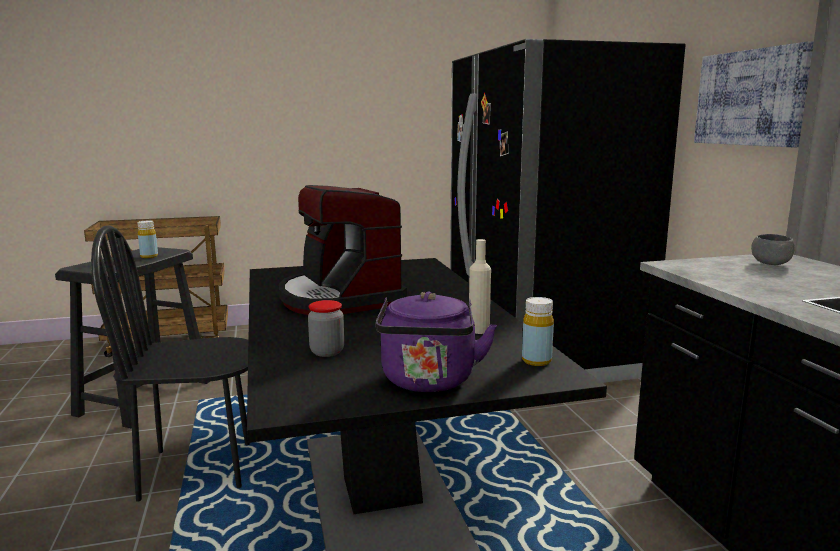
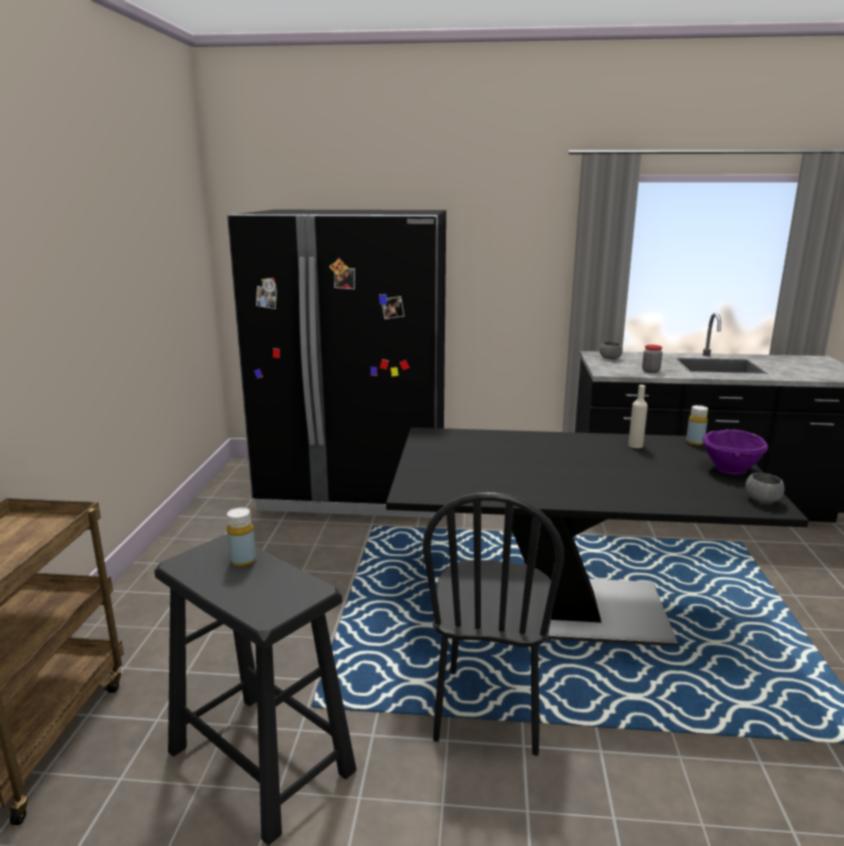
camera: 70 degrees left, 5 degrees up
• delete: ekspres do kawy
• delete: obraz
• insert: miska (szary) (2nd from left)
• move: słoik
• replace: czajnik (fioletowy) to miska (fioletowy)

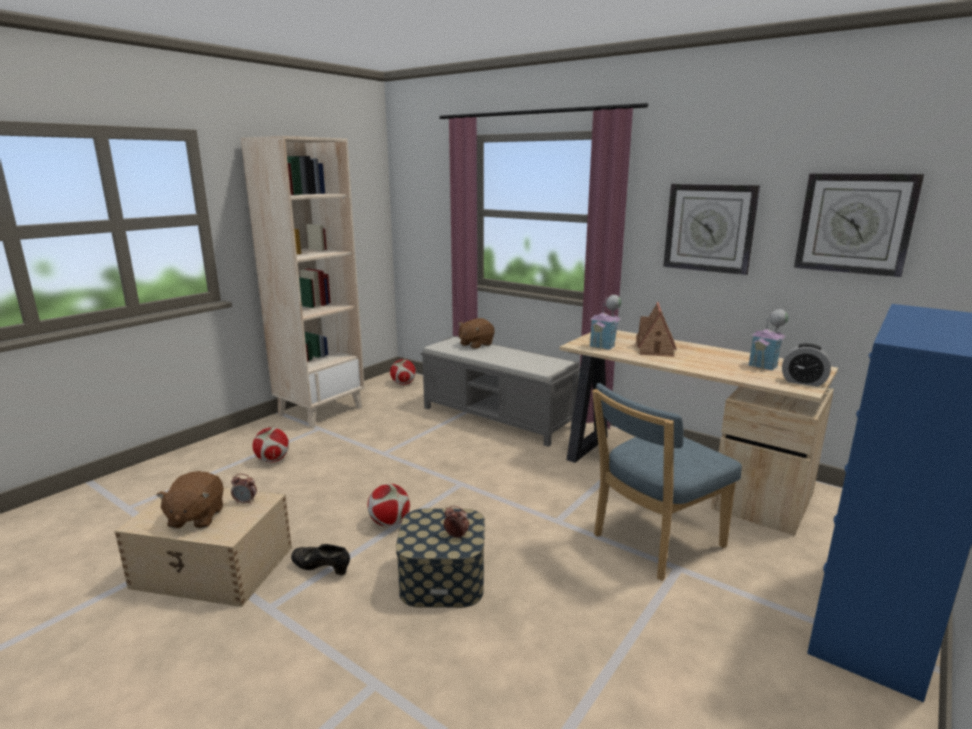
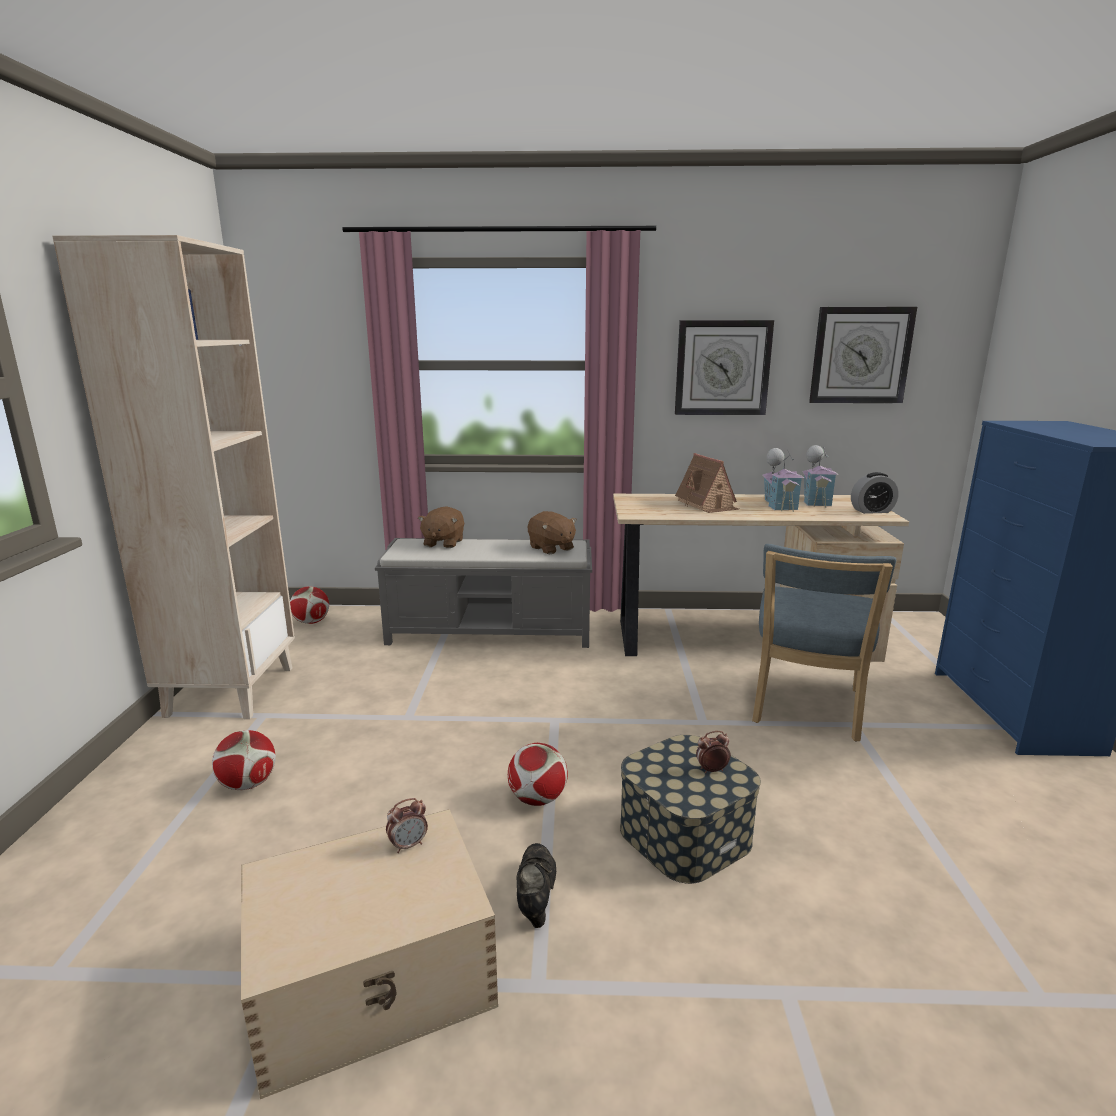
camera: 35 degrees left, 0 degrees up
• move: pluszak (brązowy) (1st from left in the first image) to pluszak (brązowy) (2nd from left)
• move: domek (1st from left in the first image) to domek (2nd from left)
• rotate: but (czarny) 105 degrees clockwise

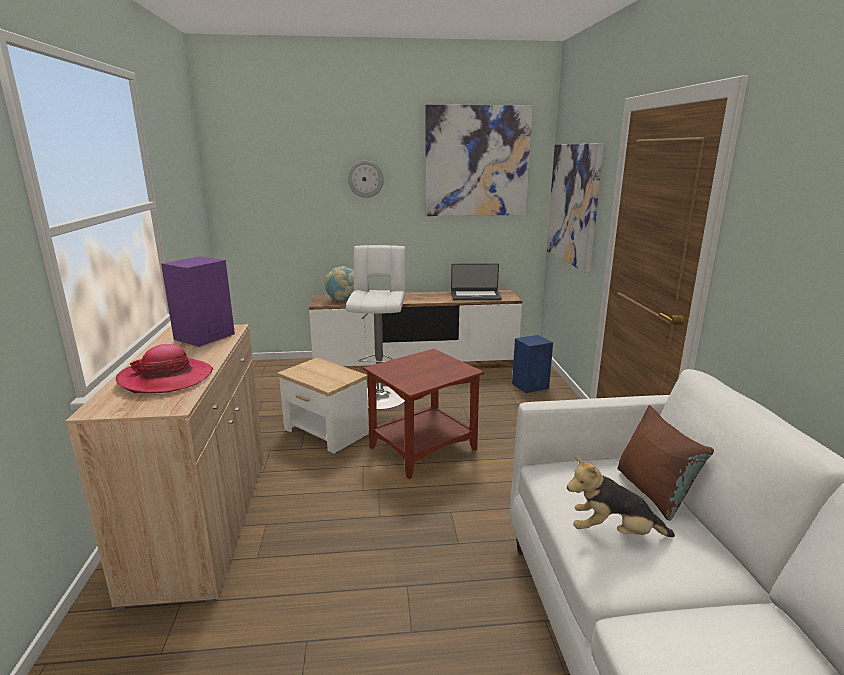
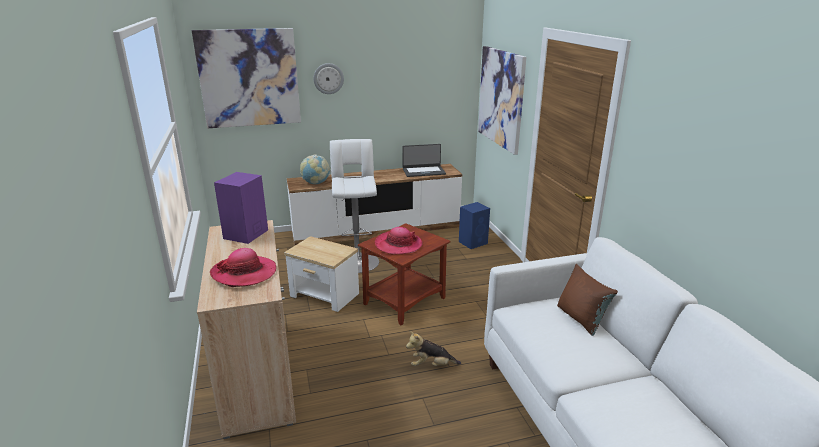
camera: 10 degrees left, 5 degrees up
• insert: kapelusz (2nd from left)
• move: obraz (1st from left)
• move: pluszak

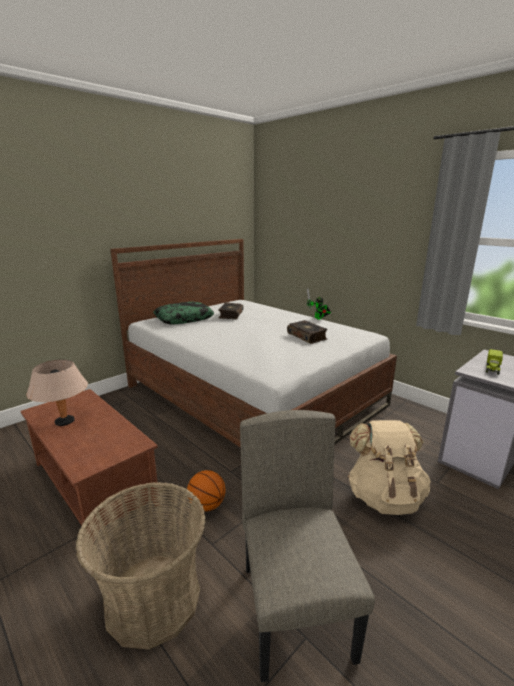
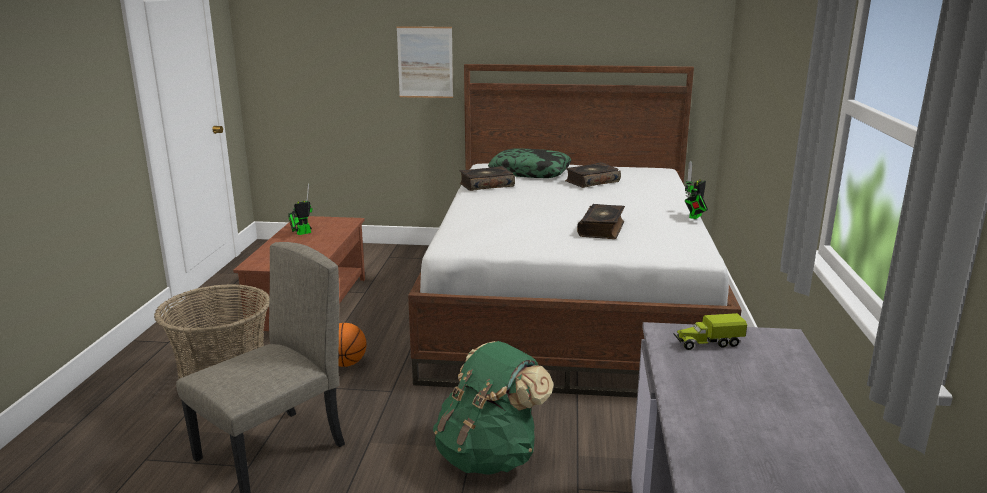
camera: 50 degrees right, 0 degrees up
• insert: obraz
• insert: książka (1st from left)
• replace: lampa stołowa (beżowy) to robot zabawkowy (1st from left)
• recolor: plecak (beżowy) to plecak (zielony)

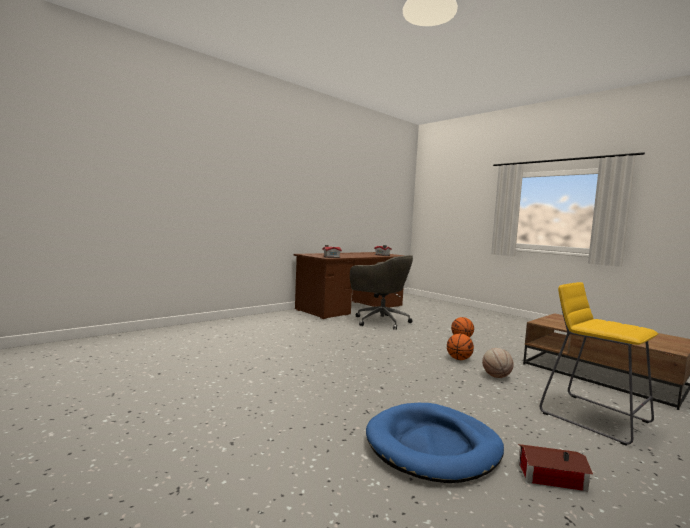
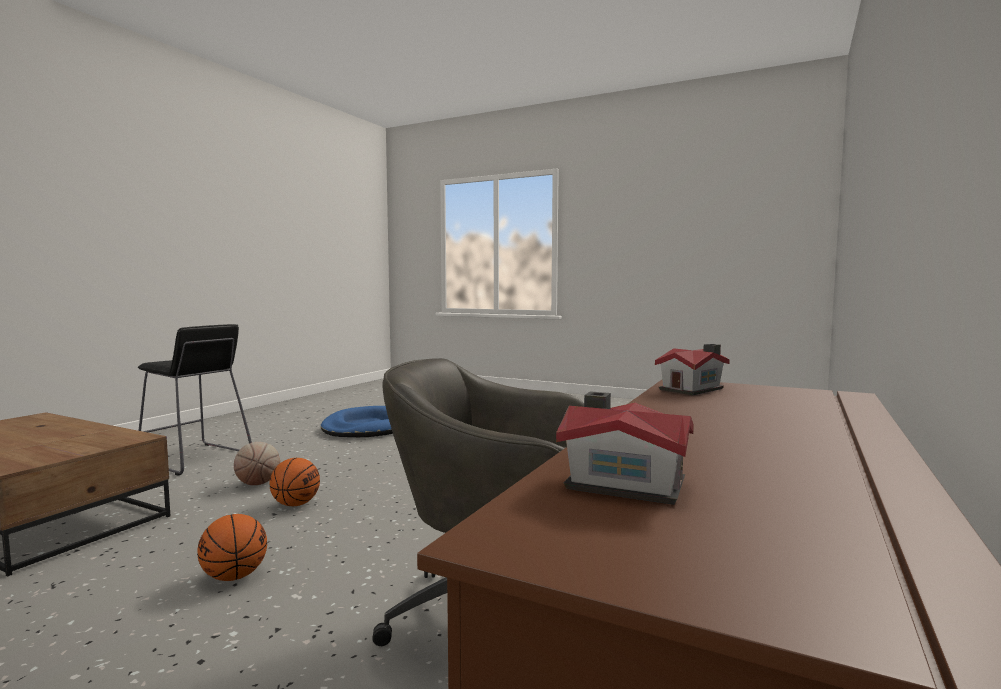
camera: 160 degrees right, 0 degrees up
• delete: domek (3rd from left)
• recolor: stołek (żółty) to stołek (czarny)

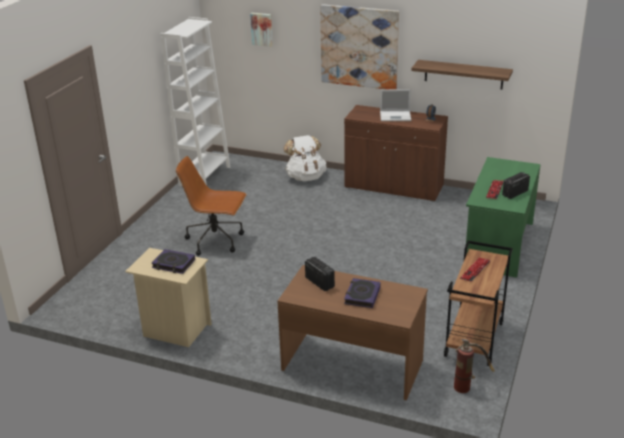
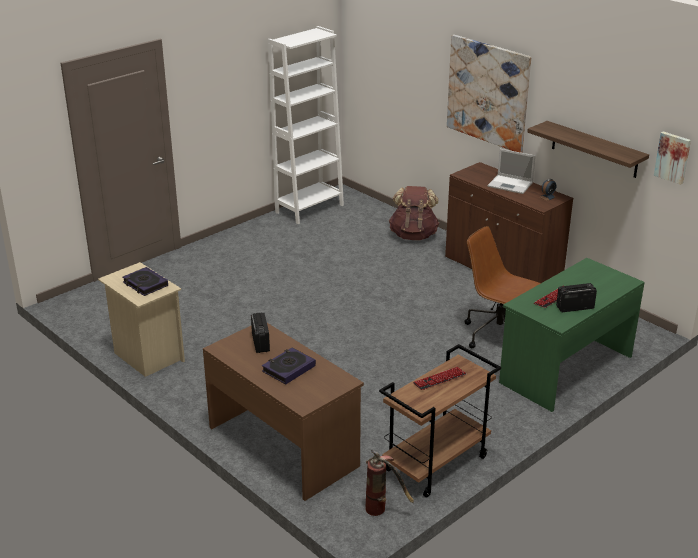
camera: 25 degrees right, 0 degrees up
• move: krzesło biurowe (brązowy)
• move: obraz (1st from left in the first image) to obraz (2nd from left)
• recolor: plecak (biały) to plecak (brązowy)

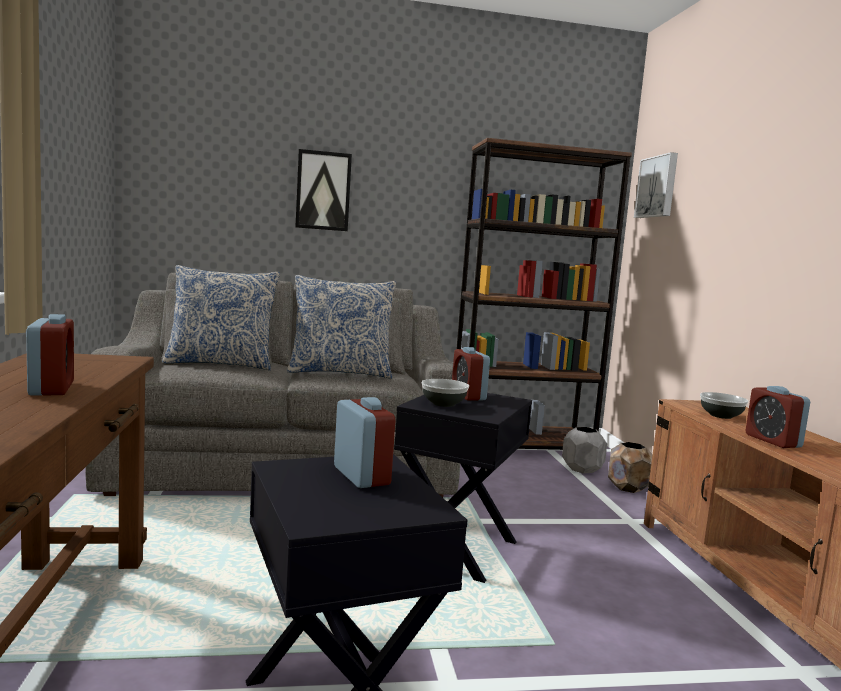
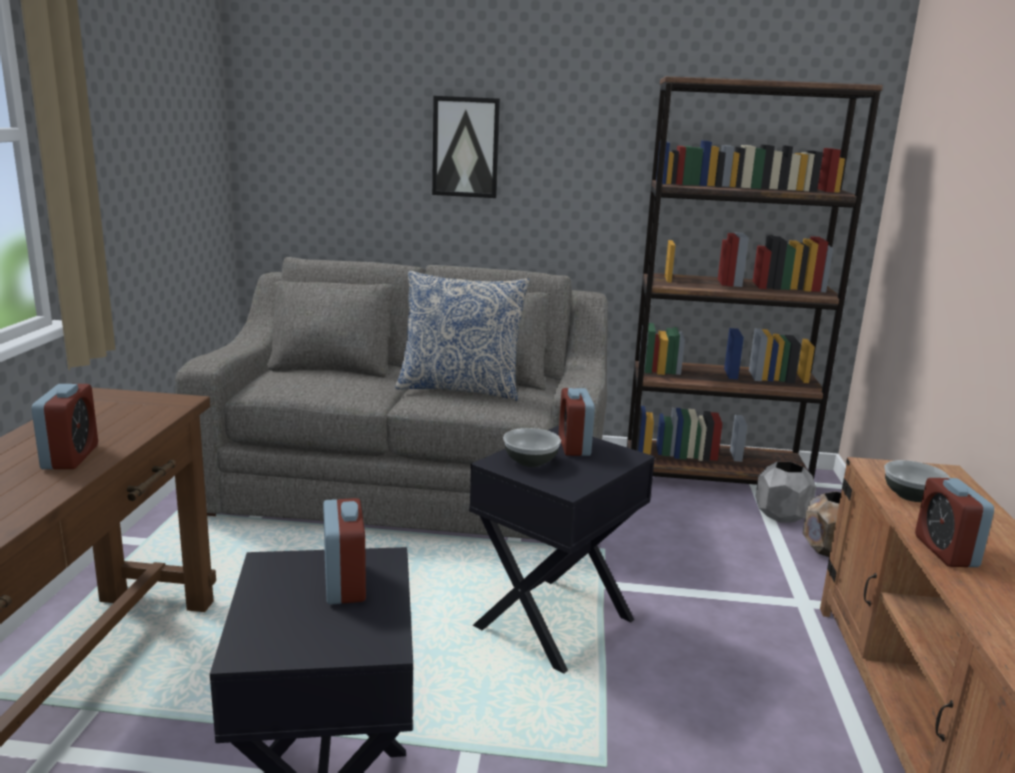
camera: 15 degrees right, 10 degrees up
• delete: poduszka (1st from left)
• delete: obraz (2nd from left)

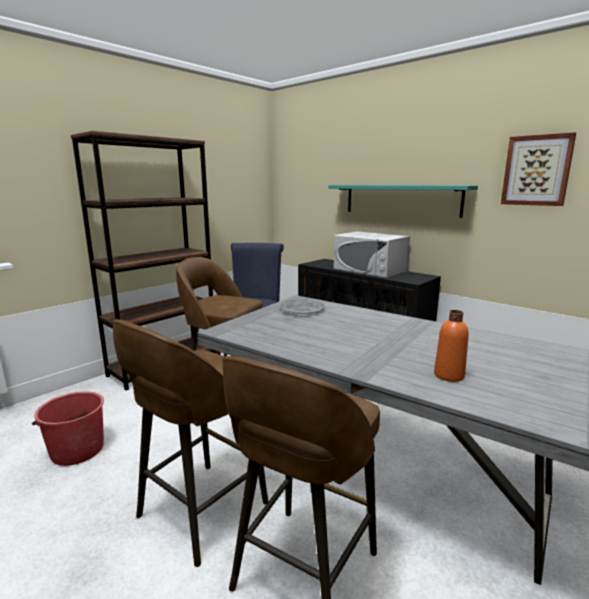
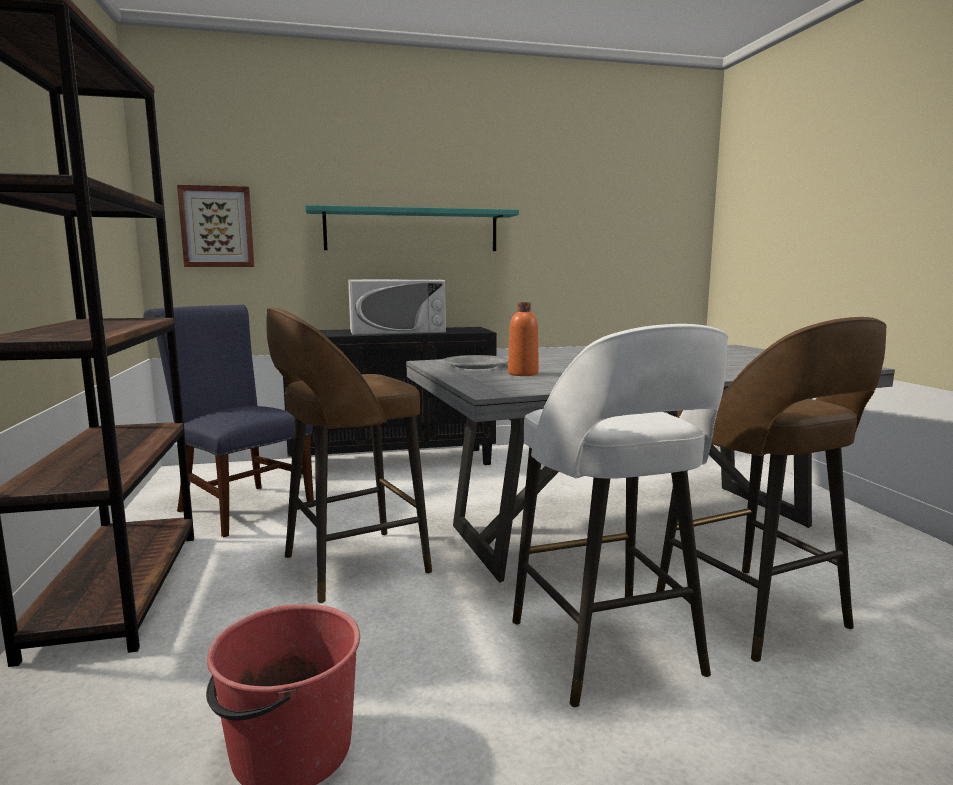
camera: 55 degrees left, 5 degrees down
• move: butelka (pomarańczowy)
• move: obraz
• recolor: stołek (brązowy) (1st from left) to stołek (biały)

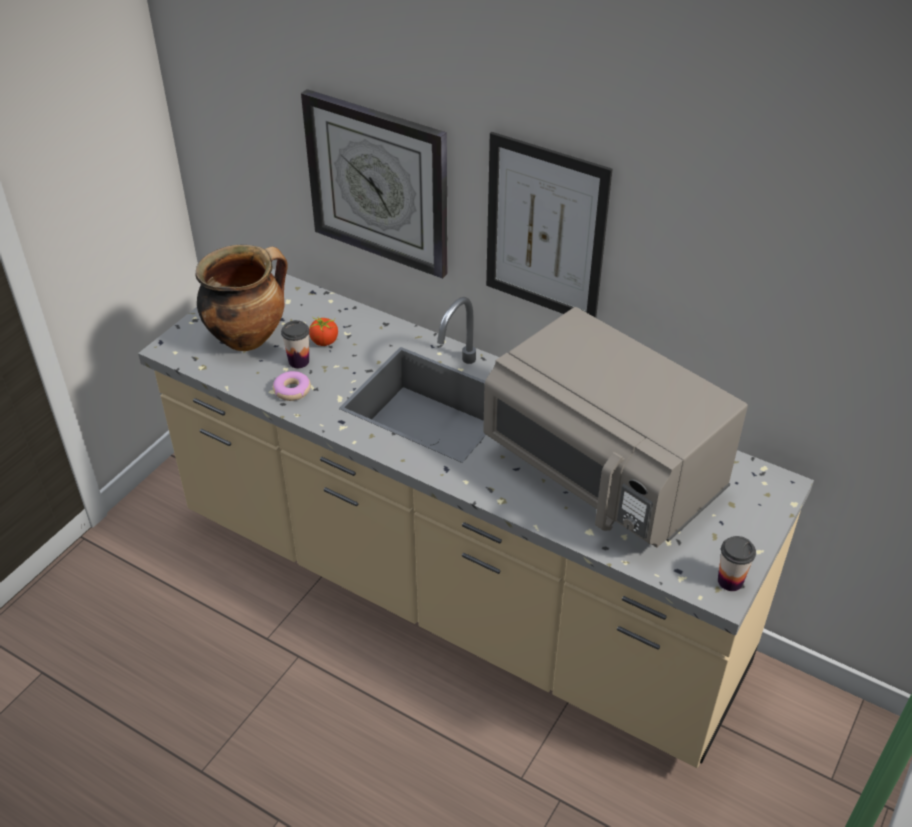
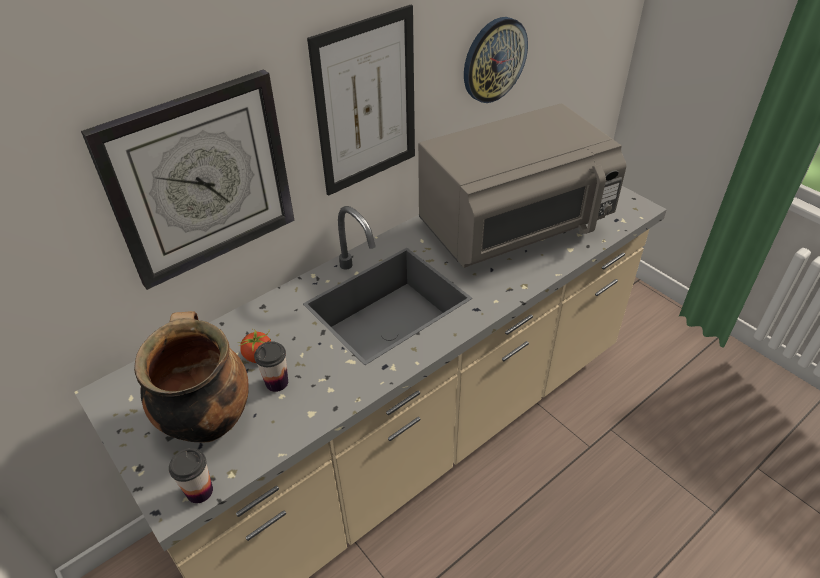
camera: 70 degrees left, 0 degrees up
• delete: donut
• insert: zegar ścienny (2nd from left)
• move: filiżanka (2nd from left in the first image) to filiżanka (1st from left)

